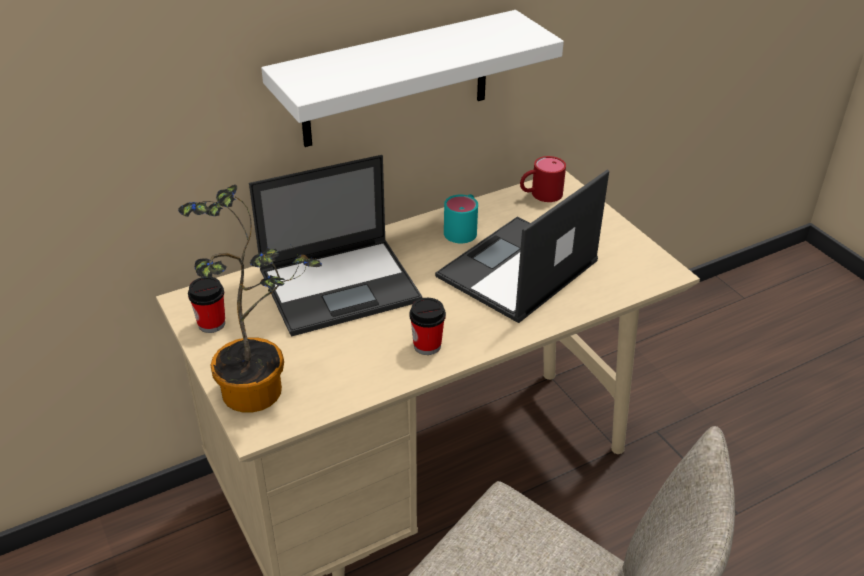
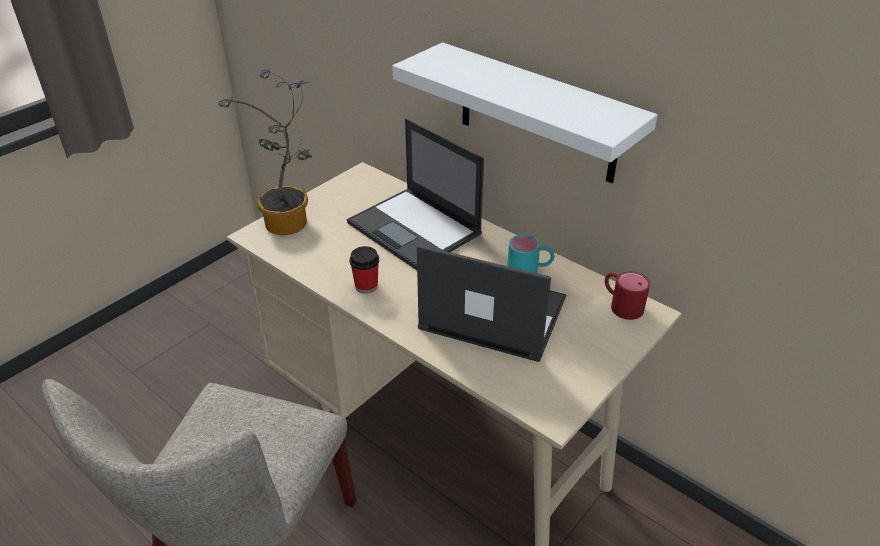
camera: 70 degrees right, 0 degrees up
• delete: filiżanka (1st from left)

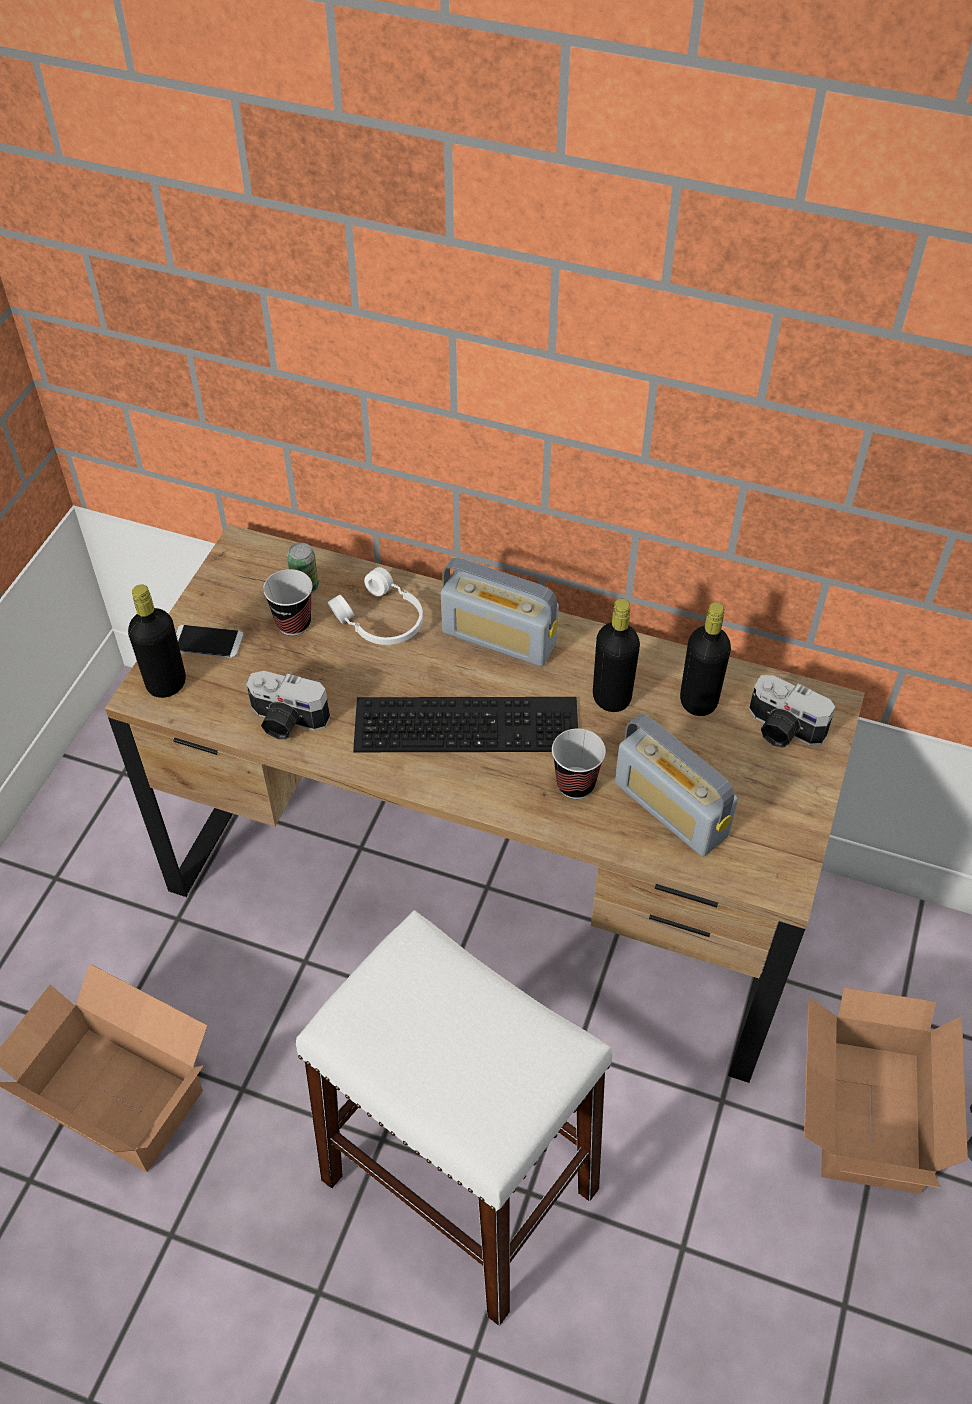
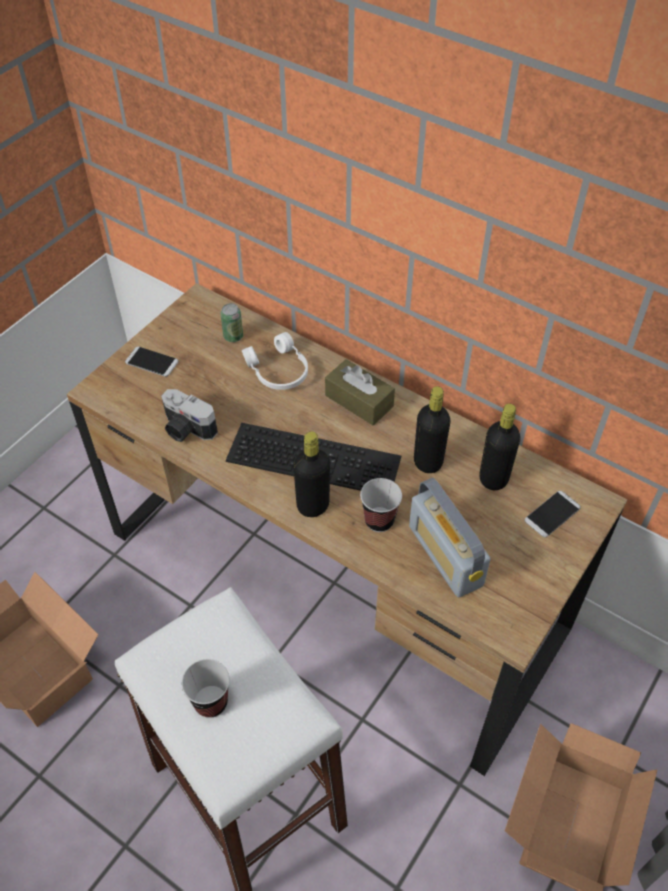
camera: 15 degrees right, 0 degrees up
• move: butelka (czarny) (1st from left)
• move: filiżanka (1st from left)
• replace: radio (1st from left) to pudełko chusteczek (brązowy)
• replace: aparat fotograficzny (2nd from left) to telefon (2nd from left)

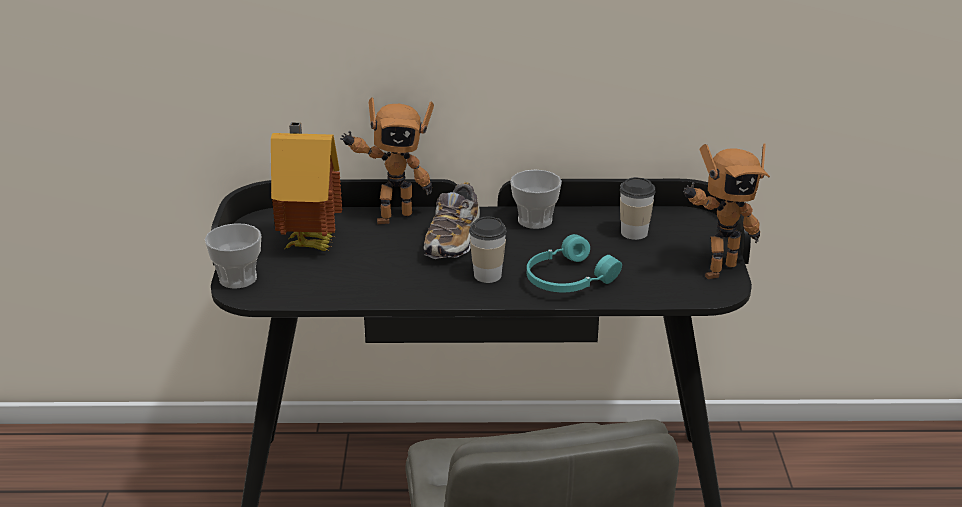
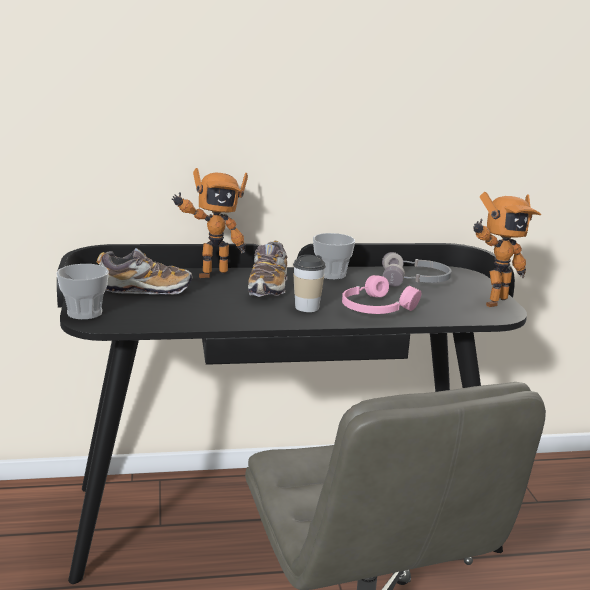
camera: 10 degrees left, 10 degrees down
• replace: domek to but (1st from left)
• replace: filiżanka (4th from left) to słuchawki (szary)
• recolor: słuchawki (turkusowy) to słuchawki (różowy)

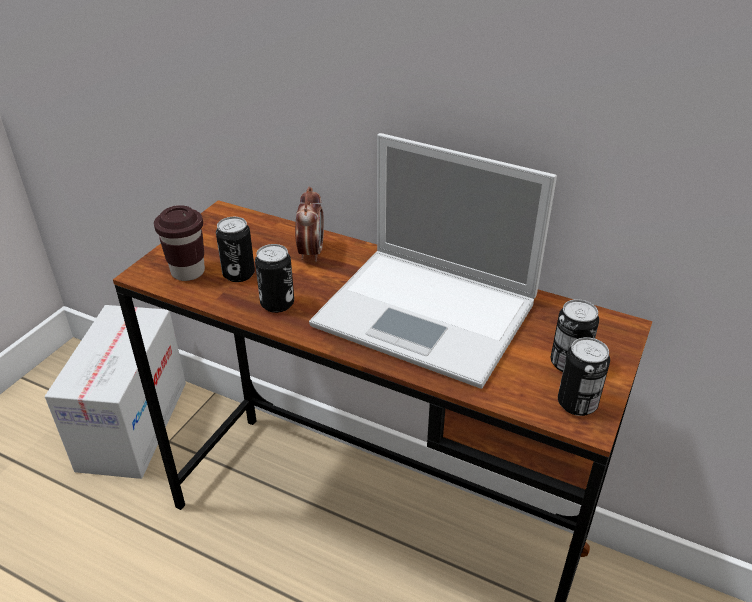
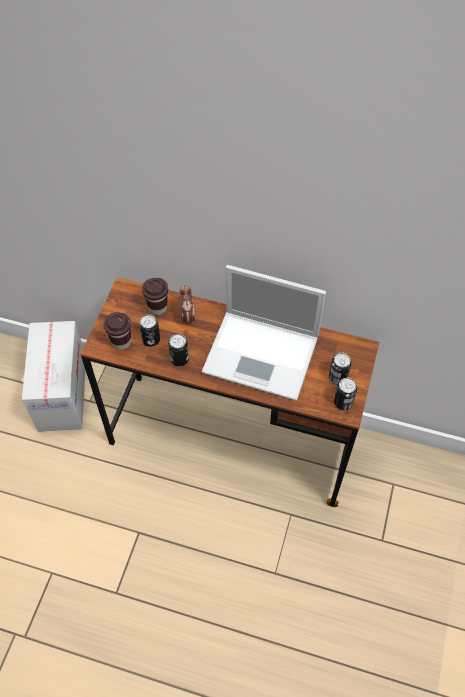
camera: 10 degrees left, 20 degrees up
• insert: filiżanka (brązowy) (2nd from left)

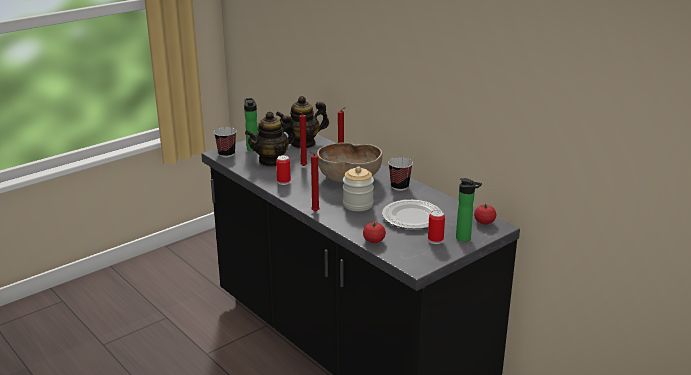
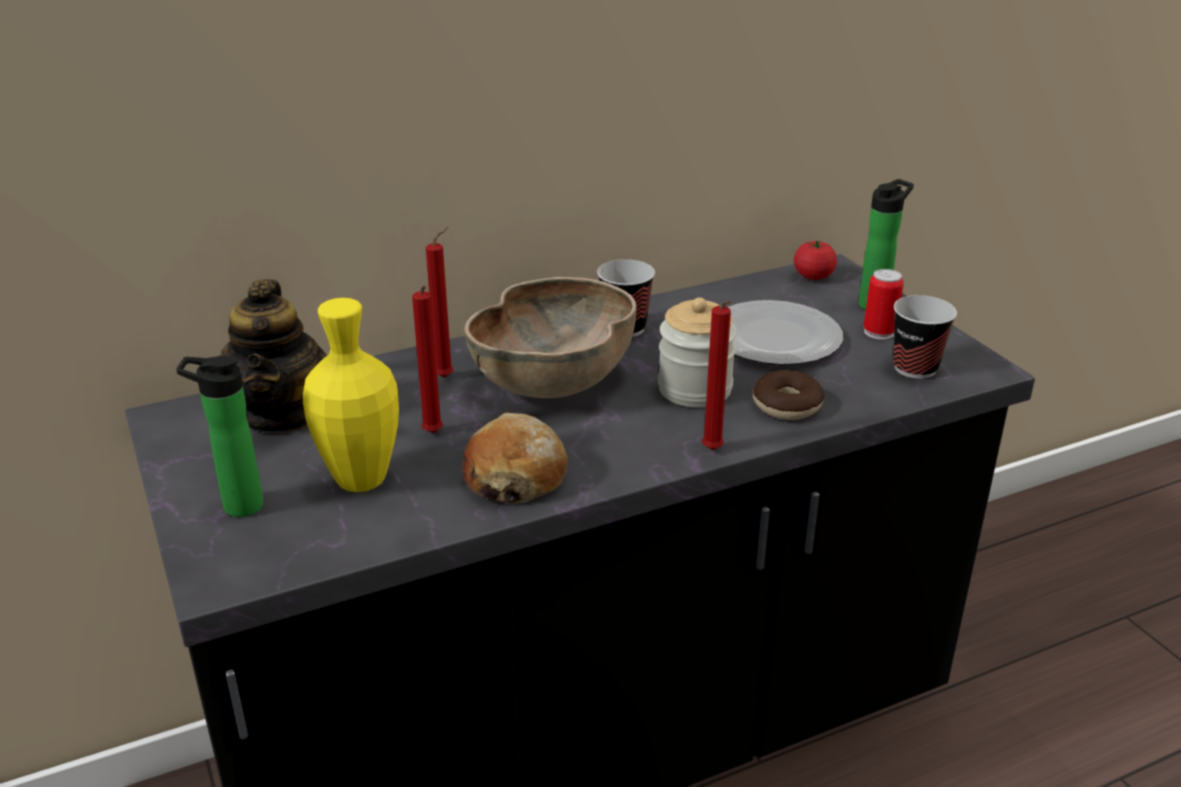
camera: 75 degrees left, 5 degrees up
• delete: pomidor (1st from left)
• insert: donut
• move: filiżanka (1st from left in the first image) to filiżanka (2nd from left)
• replace: imbryk (1st from left) to wazon (żółty)
• replace: puszka (1st from left) to chleb

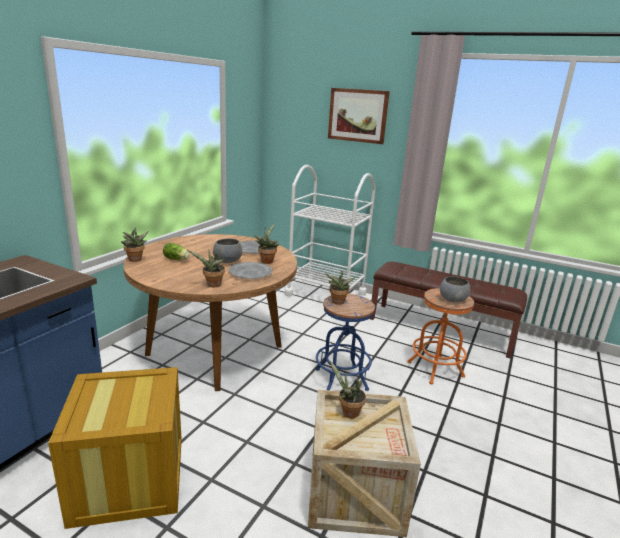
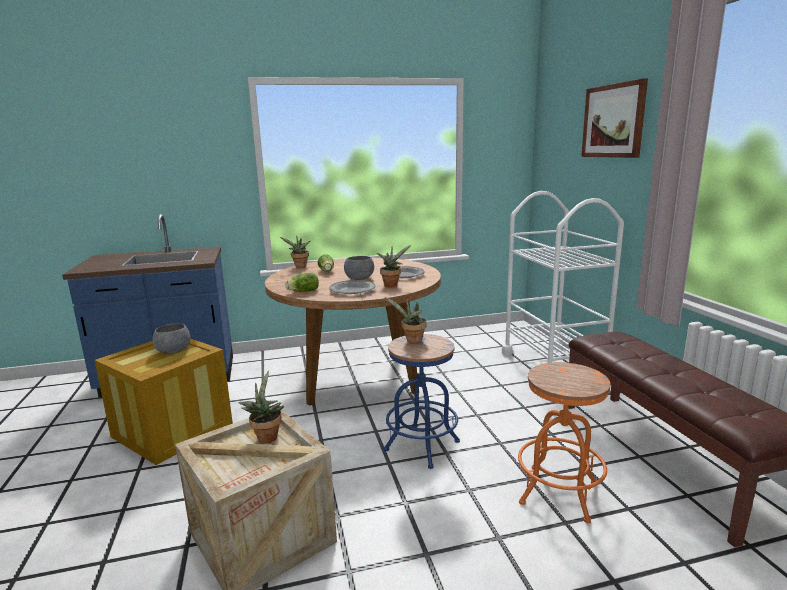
camera: 50 degrees right, 5 degrees down
• move: miska (szary) (2nd from left in the first image) to miska (szary) (1st from left)
• replace: roślina doniczkowa (2nd from left) to sałata (1st from left)

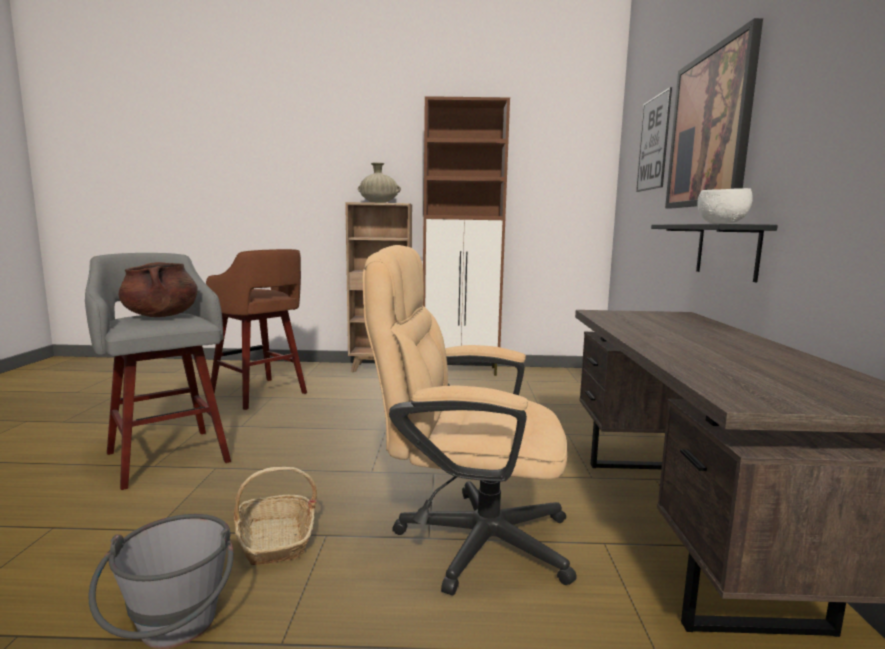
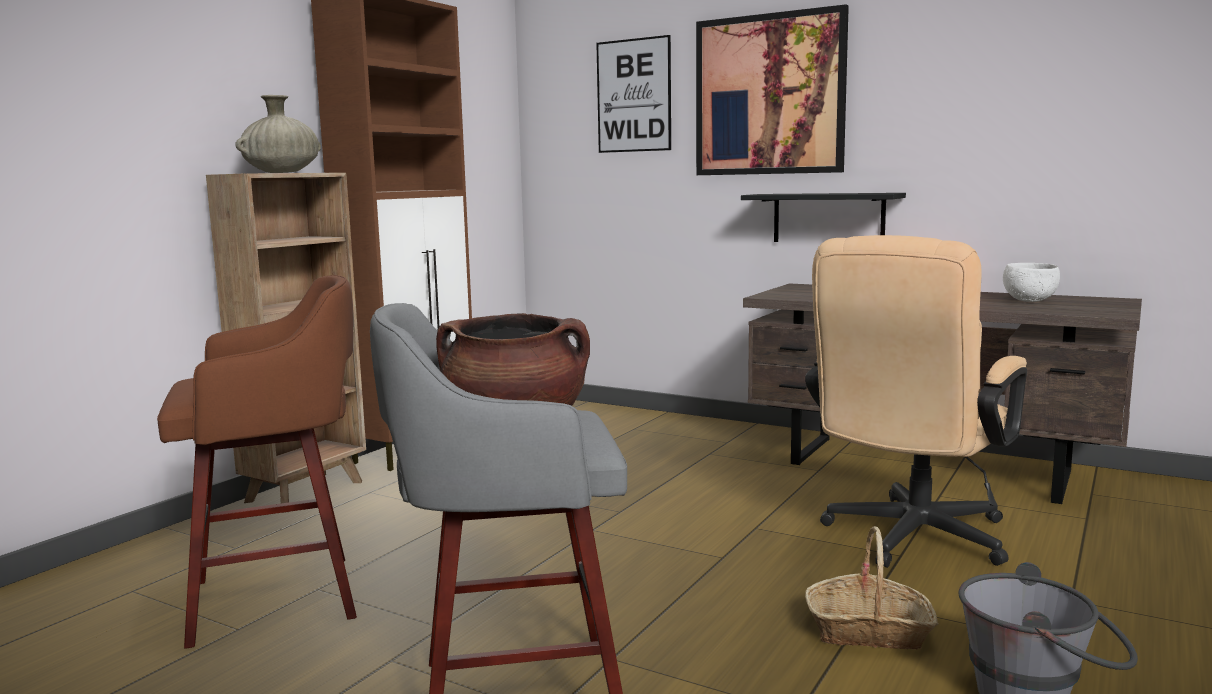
camera: 60 degrees left, 0 degrees up
• move: miska (biały)

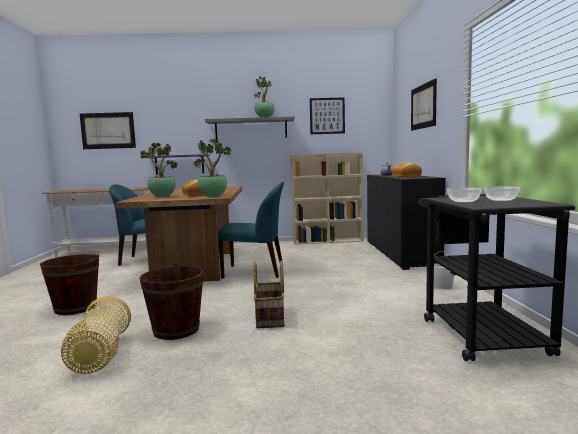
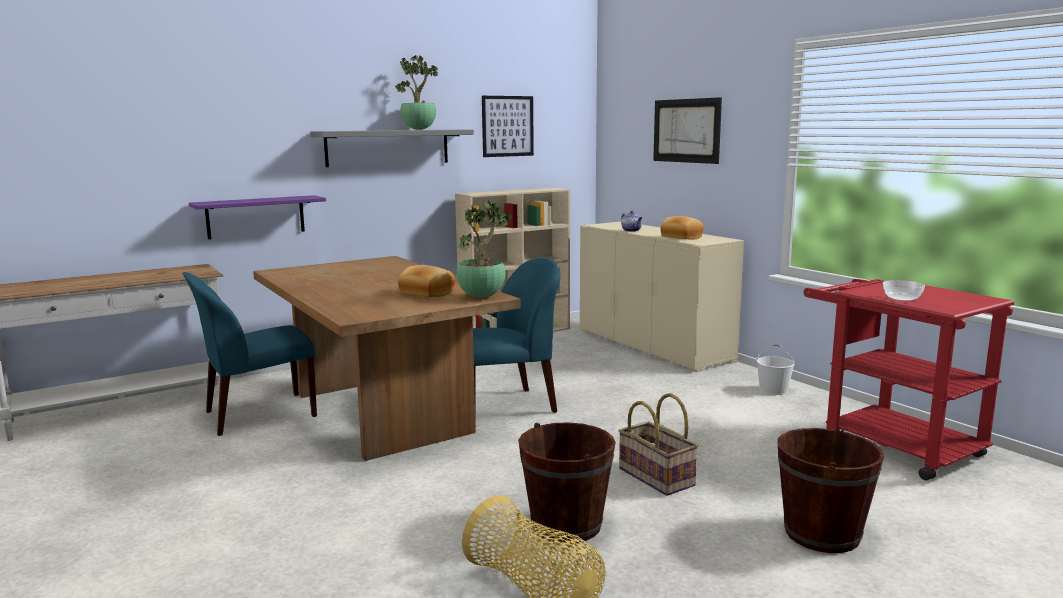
camera: 30 degrees left, 5 degrees up
• delete: obraz (1st from left)
• delete: roślina doniczkowa (1st from left)
• delete: miska (2nd from left)
• move: wiadro (brązowy) (1st from left in the first image) to wiadro (brązowy) (2nd from left)
• recolor: szafka (czarny) to szafka (beżowy)
• recolor: wózek (czarny) to wózek (czerwony)

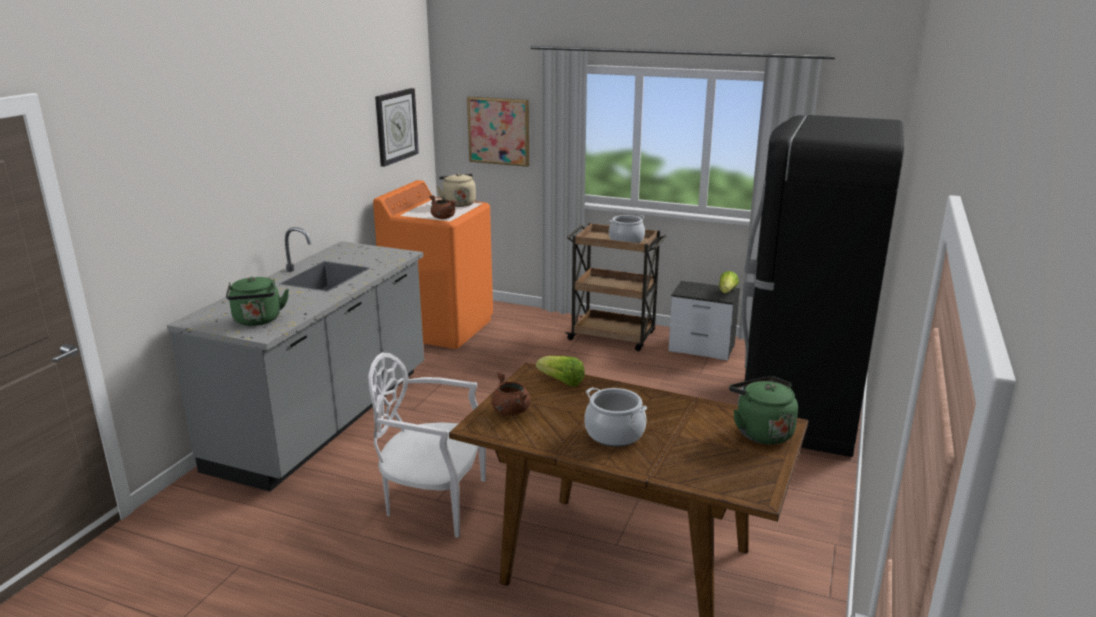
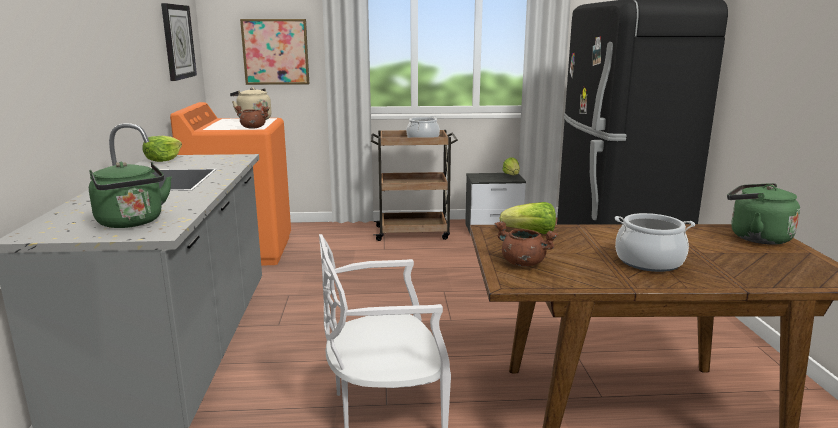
camera: 25 degrees left, 5 degrees down
• insert: sałata (1st from left)

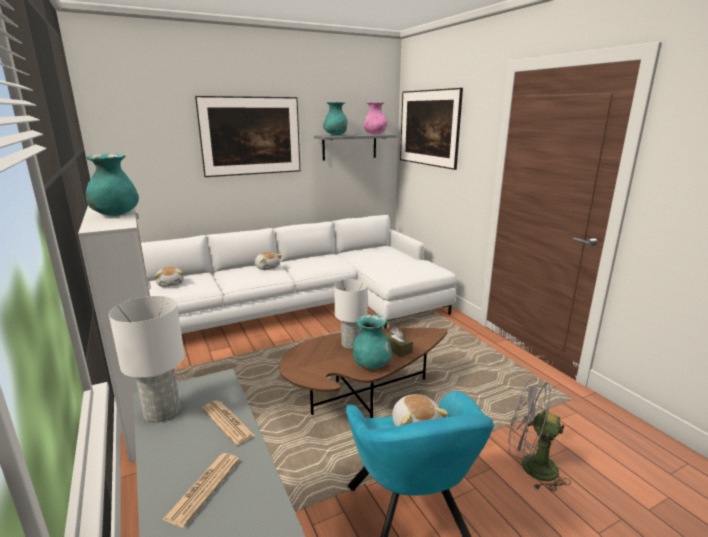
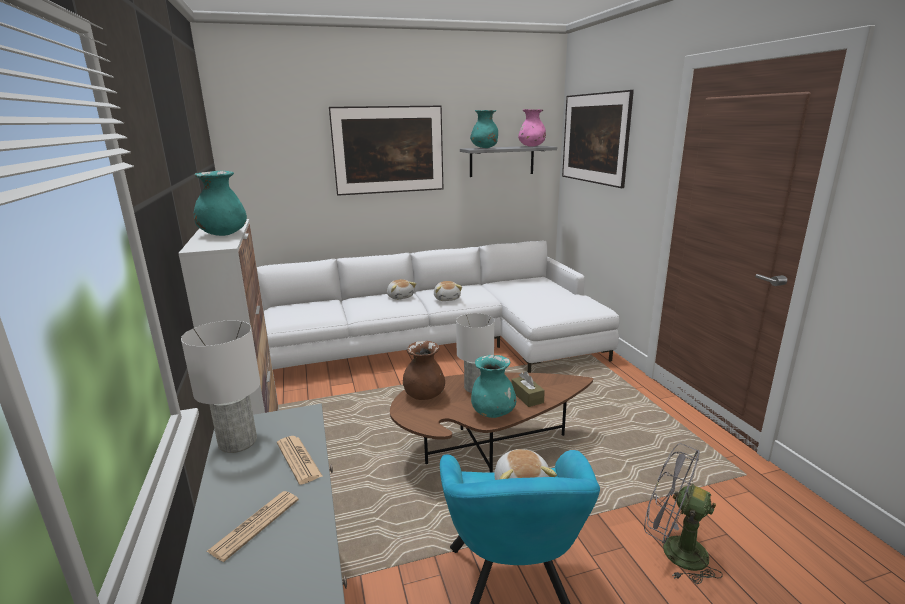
camera: 10 degrees right, 0 degrees up
• insert: wazon (brązowy)
• move: pluszak (1st from left in the first image) to pluszak (2nd from left)

